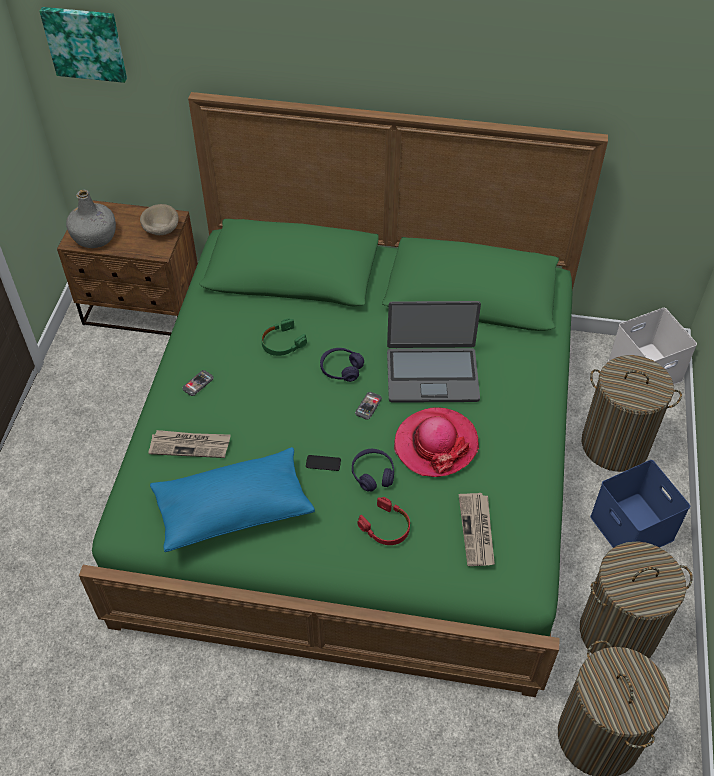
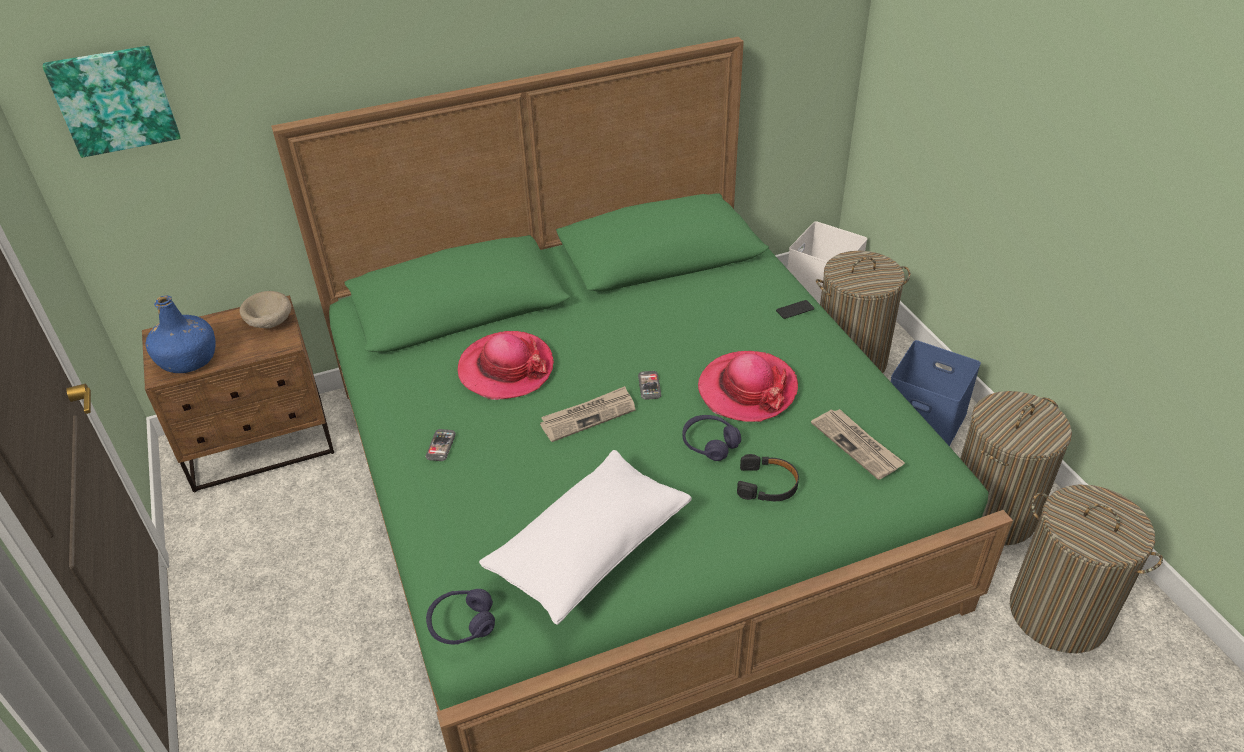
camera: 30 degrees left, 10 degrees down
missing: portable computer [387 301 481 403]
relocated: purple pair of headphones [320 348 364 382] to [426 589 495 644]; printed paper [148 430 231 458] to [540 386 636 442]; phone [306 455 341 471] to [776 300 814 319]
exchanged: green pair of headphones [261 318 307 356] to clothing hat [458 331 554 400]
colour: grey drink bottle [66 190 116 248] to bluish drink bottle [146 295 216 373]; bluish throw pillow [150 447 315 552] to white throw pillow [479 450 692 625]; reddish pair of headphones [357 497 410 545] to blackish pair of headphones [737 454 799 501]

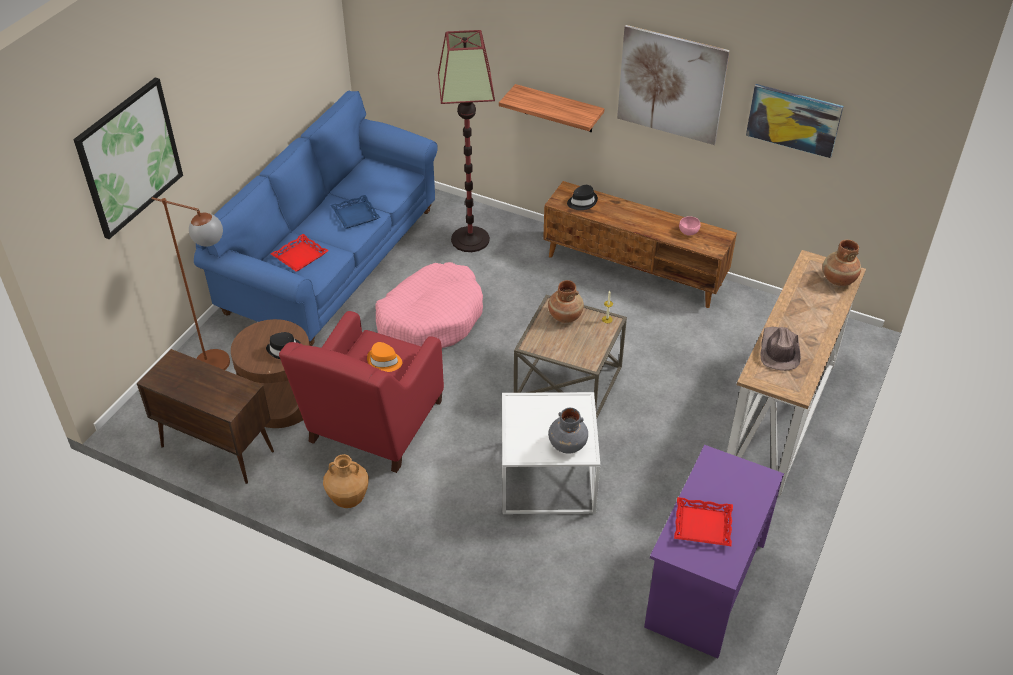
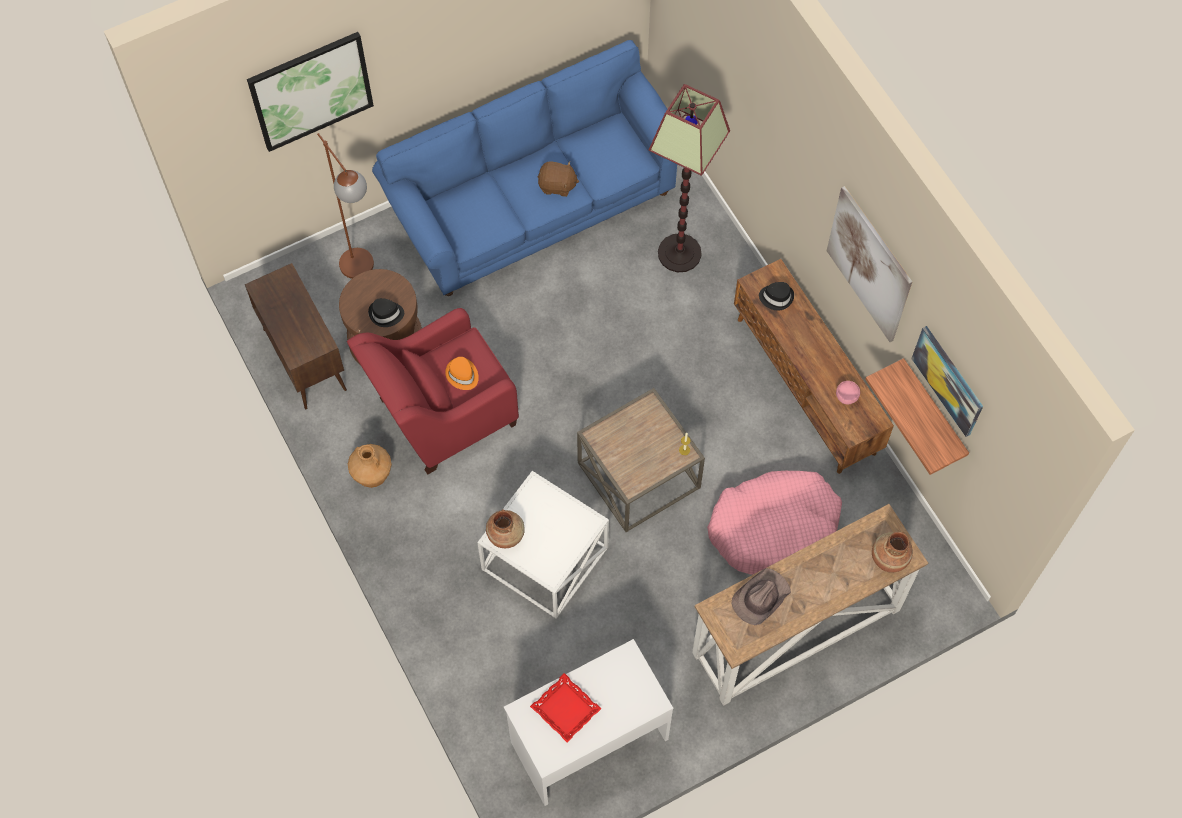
camera: 35 degrees right, 20 degrees up
missing: reddish carrying tray [271 234 329 272]; grey vase [548 408 588 454]
relocated: shelf [499 84 605 132] to [865 358 969 475]; pink-coloured dog cushion [375 262 483 348] to [707 471 842 575]; brown vase [548 280 584 323] to [486 509 525 548]
exchanged: bluish carrying tray [331 195 381 228] to brown soft toy [538 161 579 197]
colour: purple desk [644 445 784 659] to white desk [504 639 673 806]

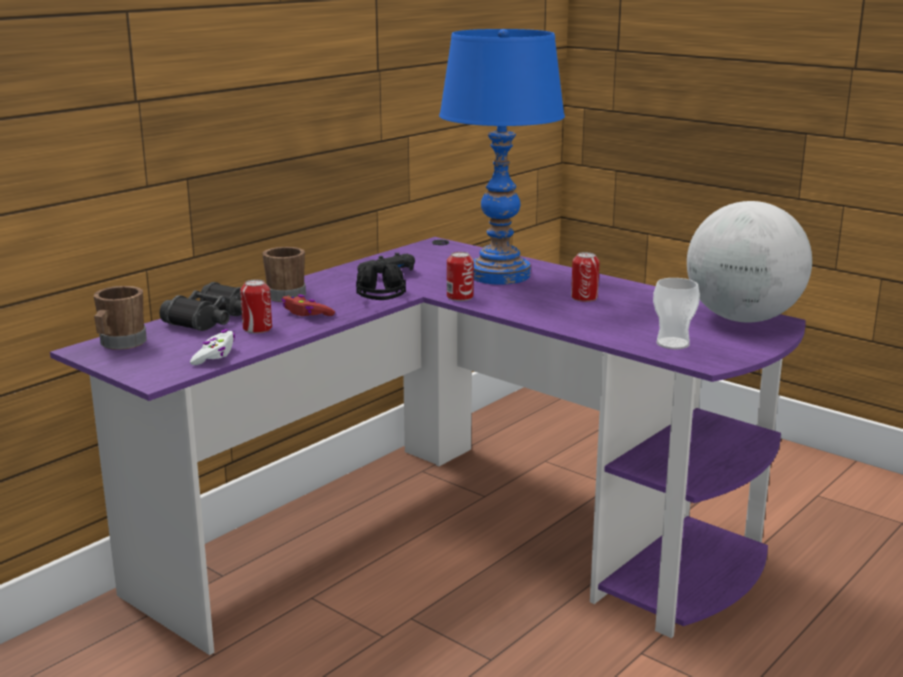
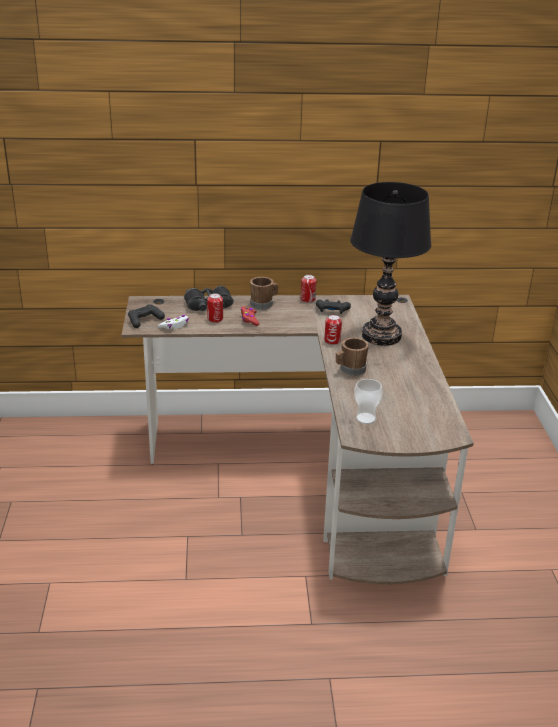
camera: 45 degrees right, 10 degrees up
missing: world globe [687 201 812 323]; blackish pair of headphones [356 264 406 300]
appeared: blackish joypad [128 305 165 328]
relocated: can [571 252 600 302] to [301 275 316 303]; brown mug [94 286 147 350] to [336 338 369 376]
colour: bluish lamp for a table [439 29 565 285] to blackish lamp for a table [350 182 431 346]; purple desk [50 237 806 655] to brown desk [122 295 474 584]

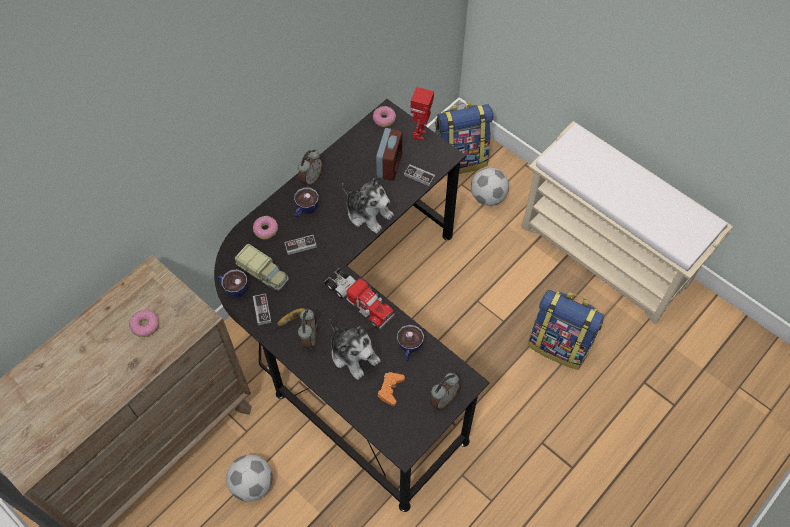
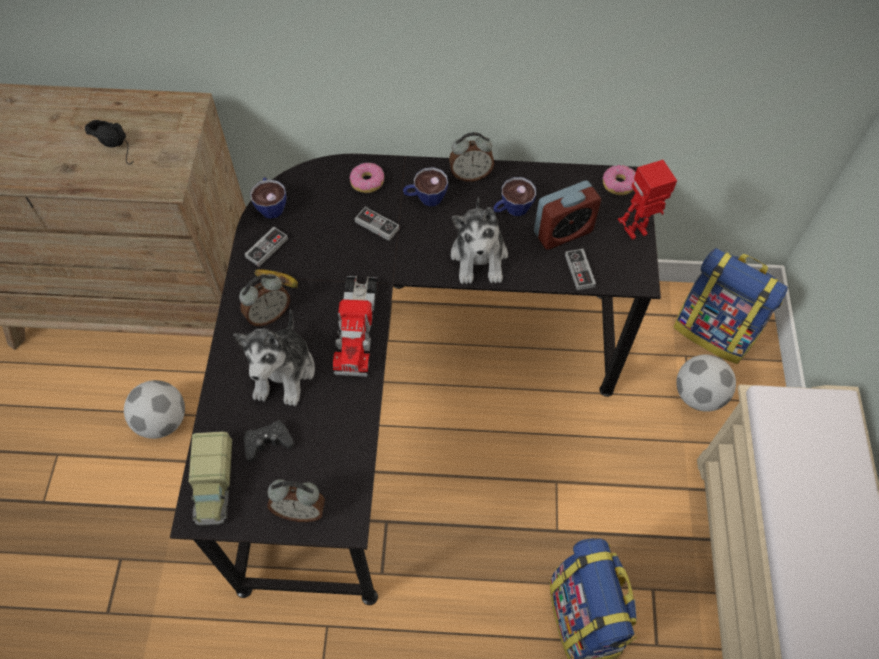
camera: 50 degrees right, 0 degrees up
relocated: toy lorry [235 244 289 291] to [188 431 232 526]; drinking cup [397 325 424 361] to [493 177 536 216]
exchanged: donut [129 310 159 337] to blackish pair of headphones [85 120 133 165]
colour: orange-coloured joypad [378 372 405 406] to blackish joypad [244 420 294 462]

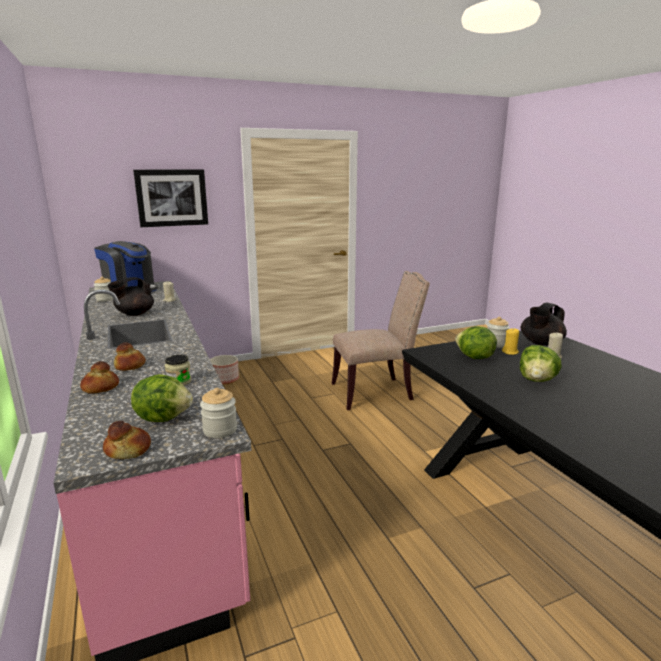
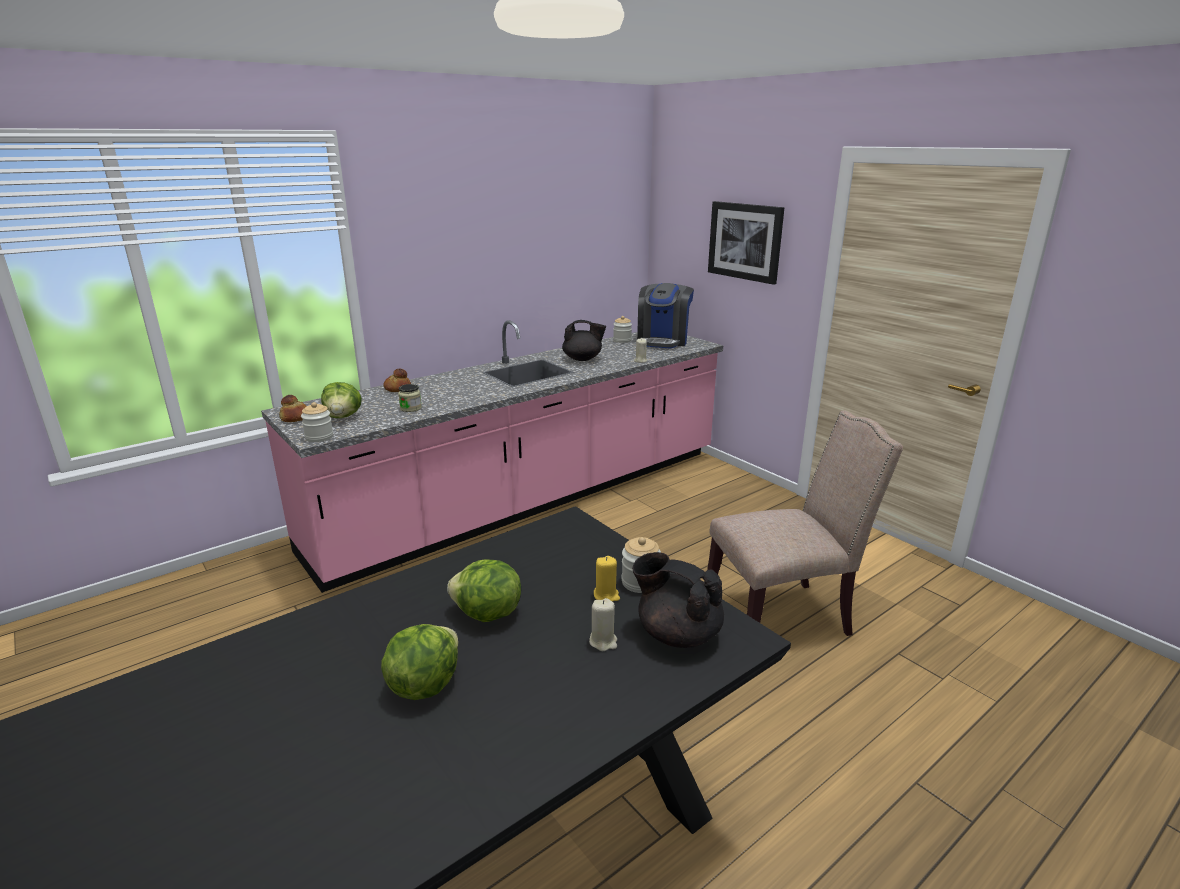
camera: 75 degrees right, 5 degrees up
missing: baked bread [114 342 146 371]; planter [210 355 239 385]
relocated: lettuce [455 326 497 359] to [381 624 458 700]
spun: beige chair [331 271 430 410] = [707 410 903 636] 75 degrees counterclockwise; blackish teapot [108 277 154 316] = [562 320 606 361] 150 degrees clockwise

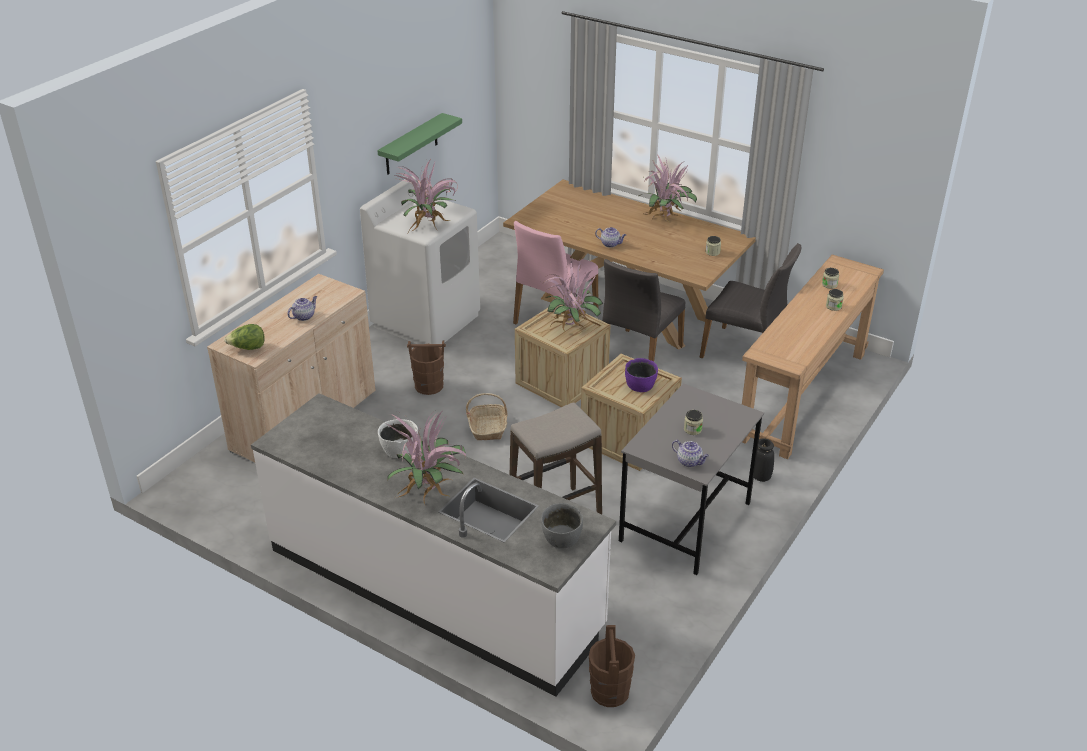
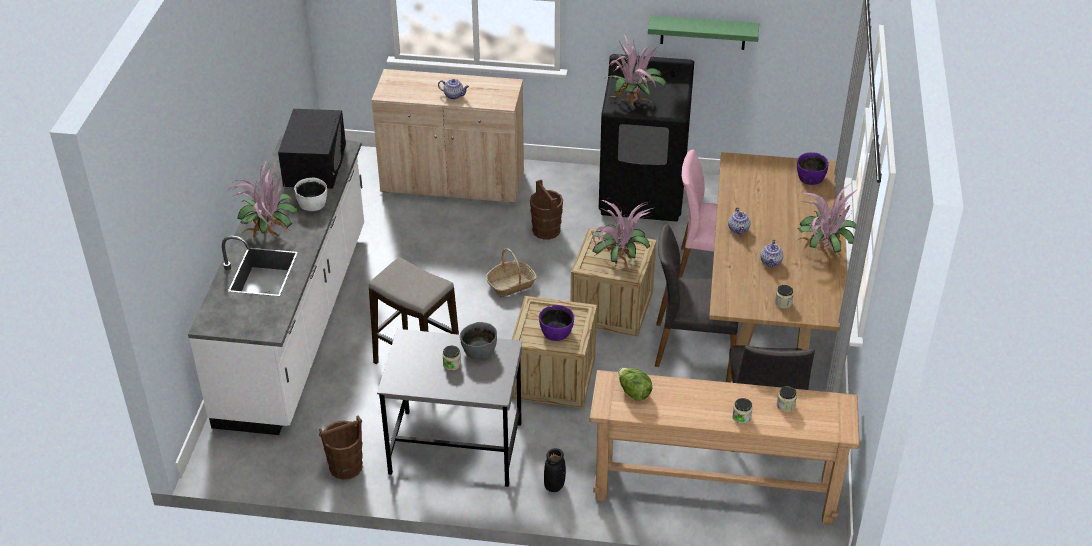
camera: 65 degrees right, 5 degrees up
appeared: blackish microwave [278 109 346 189]; purple serving bowl [797 152 829 185]
relocated: lettuce [224 324 264 350] to [619 368 652 401]; teapot [672 440 709 467] to [760 239 783 267]; grey serving bowl [541 503 583 549] to [460 322 497 360]; brown bucket [589 625 635 707] to [319 415 363 480]
colour: white laundry machine [360 176 480 344] to blackish laundry machine [599 54 694 221]

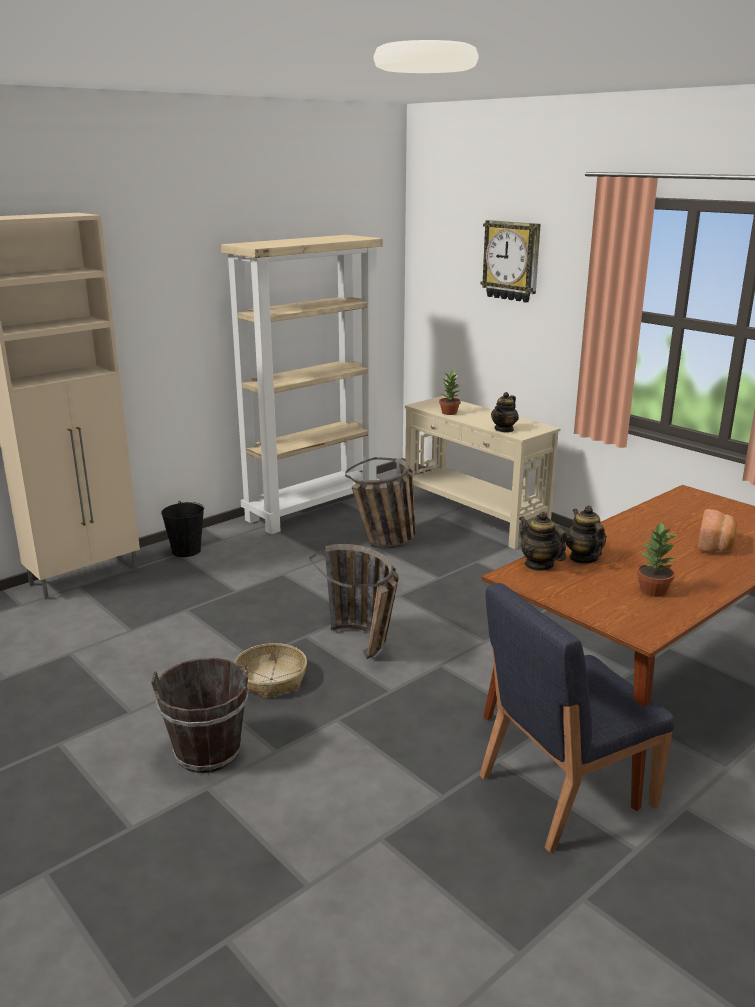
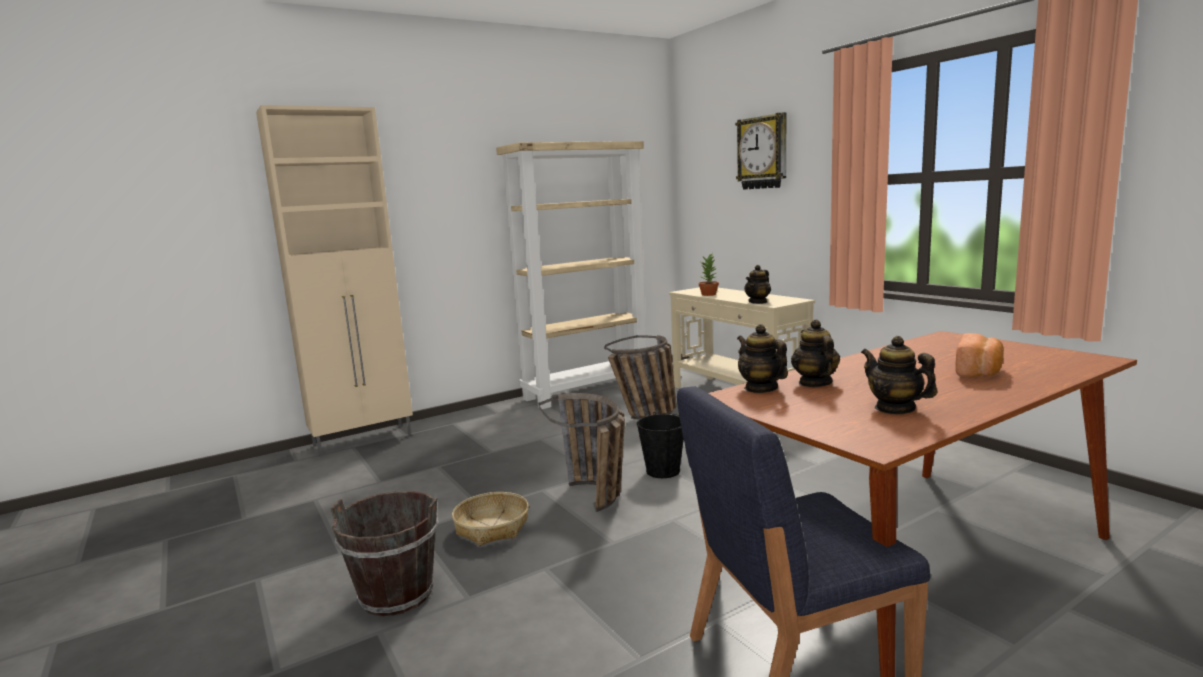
camera: 10 degrees right, 10 degrees down
relocated: blackish bucket [161 501 204 557] to [637 412 684 478]
exchanged: potted plant [637 523 679 597] to teapot [861 336 937 414]

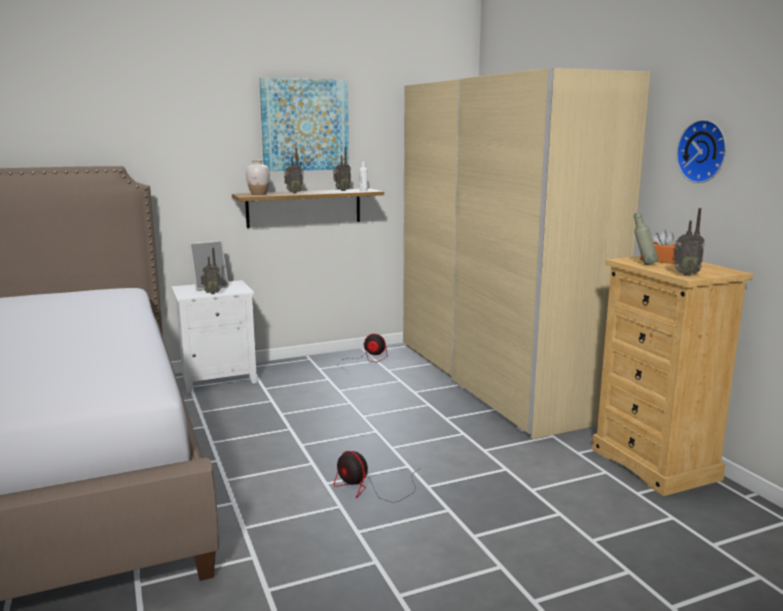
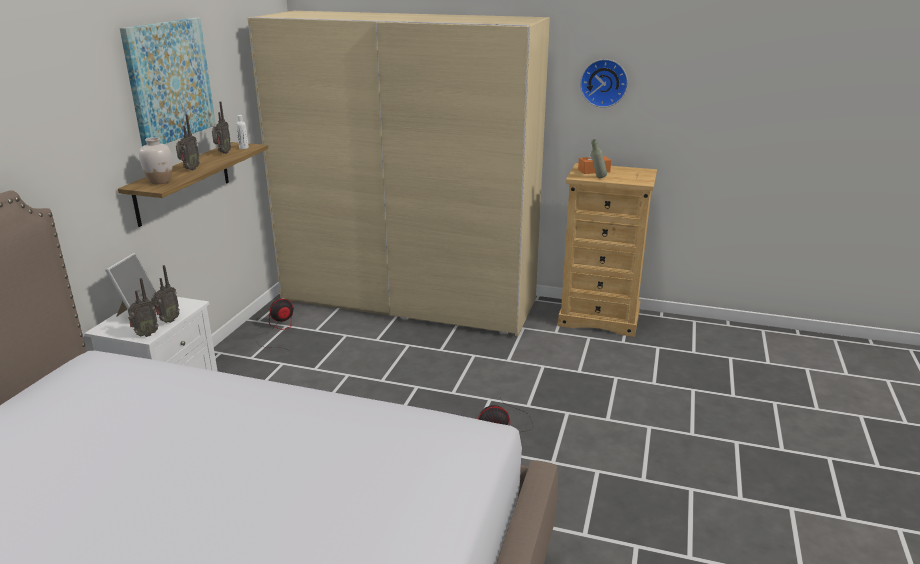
camera: 50 degrees left, 10 degrees up
relocated: radio receiver [672 208 705 276] to [128 278 159 337]

